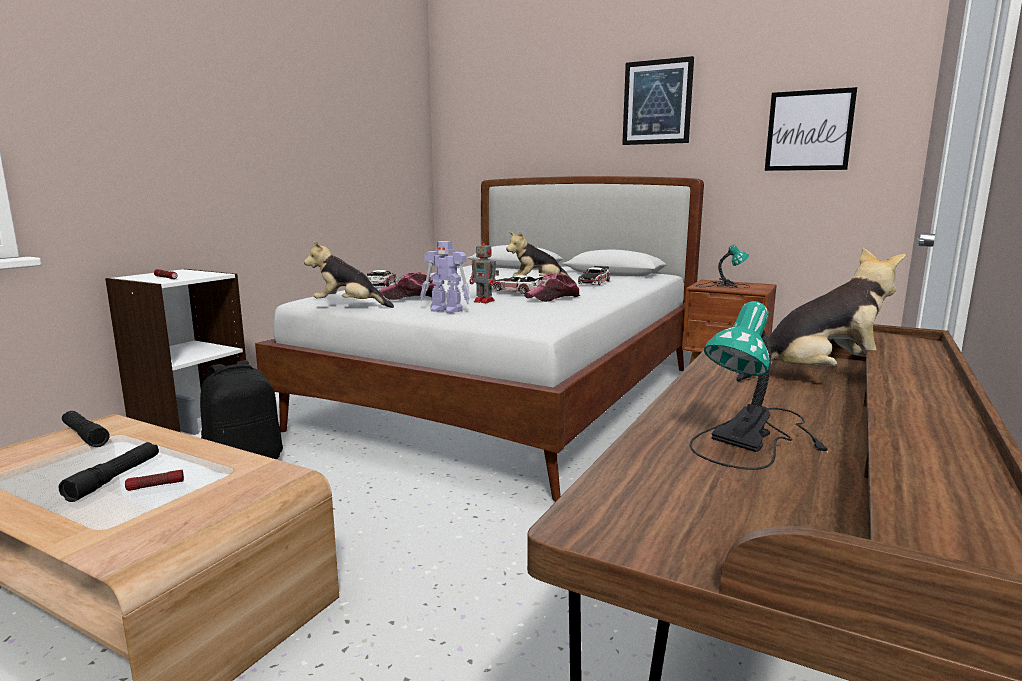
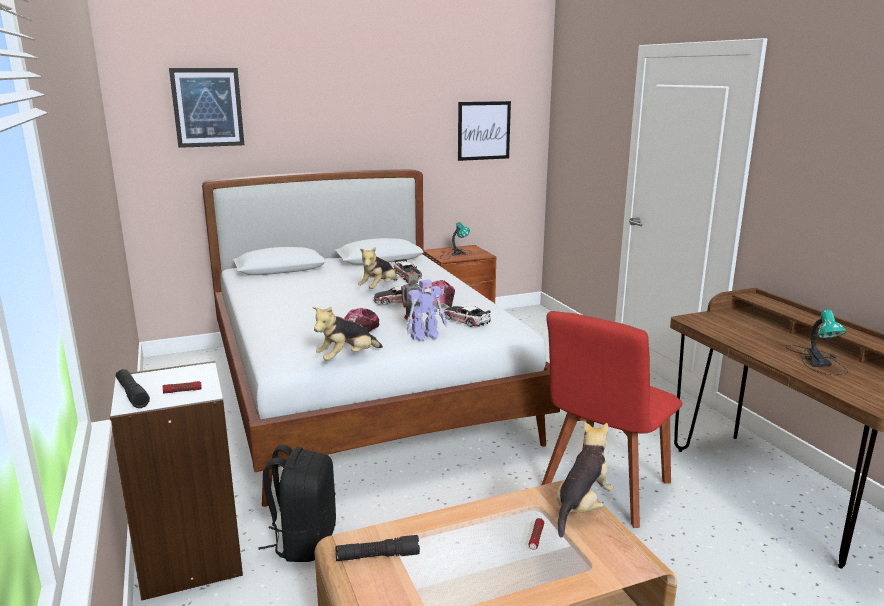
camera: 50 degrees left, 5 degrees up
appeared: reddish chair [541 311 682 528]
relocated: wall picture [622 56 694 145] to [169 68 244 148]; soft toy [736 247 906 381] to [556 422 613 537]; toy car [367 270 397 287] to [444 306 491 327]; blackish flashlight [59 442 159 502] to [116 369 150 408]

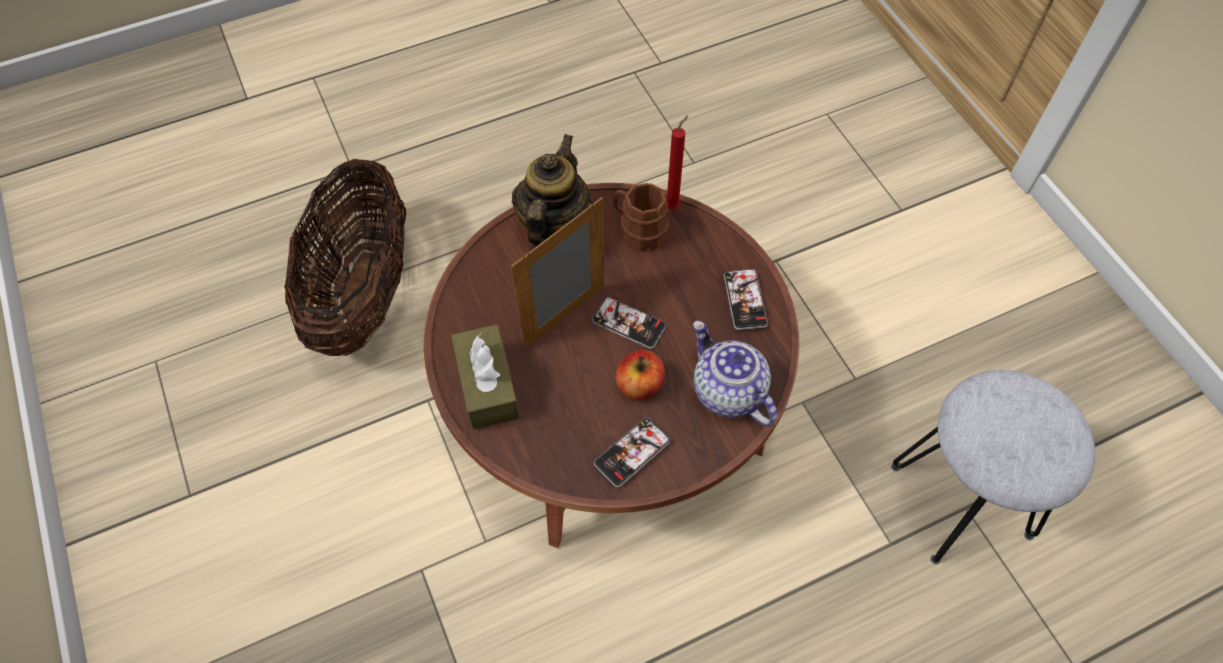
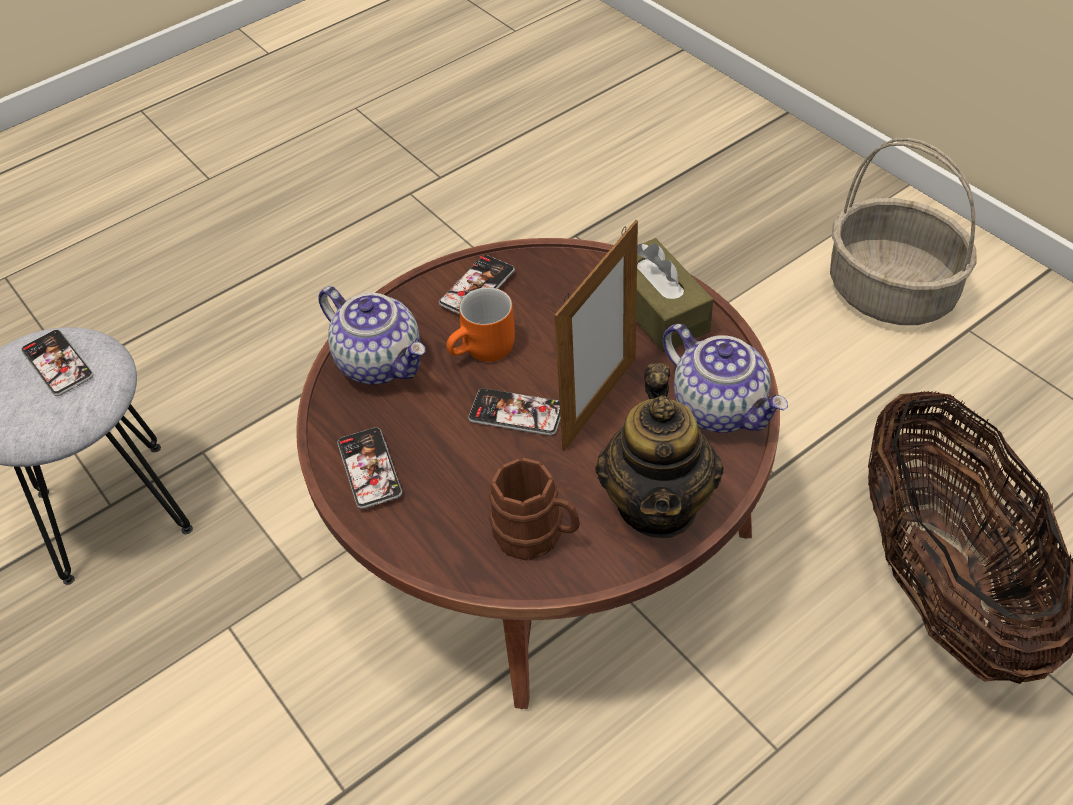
camera: 170 degrees right, 10 degrees down
missing: reddish wax candle [667 115 689 209]
appeared: basket [830 138 977 325]; teapot [663 324 788 433]; phone [21 330 93 396]
exchanged: apple fruit [616 350 665 399] to orange-coloured mug [446 287 515 362]

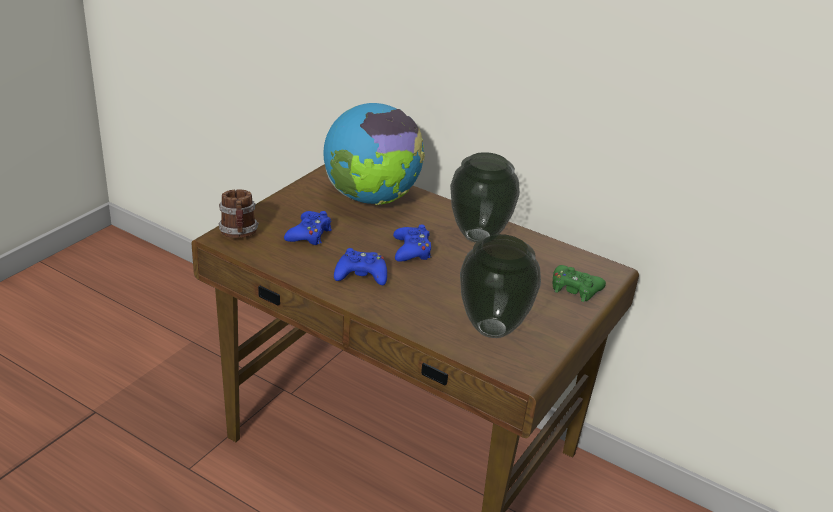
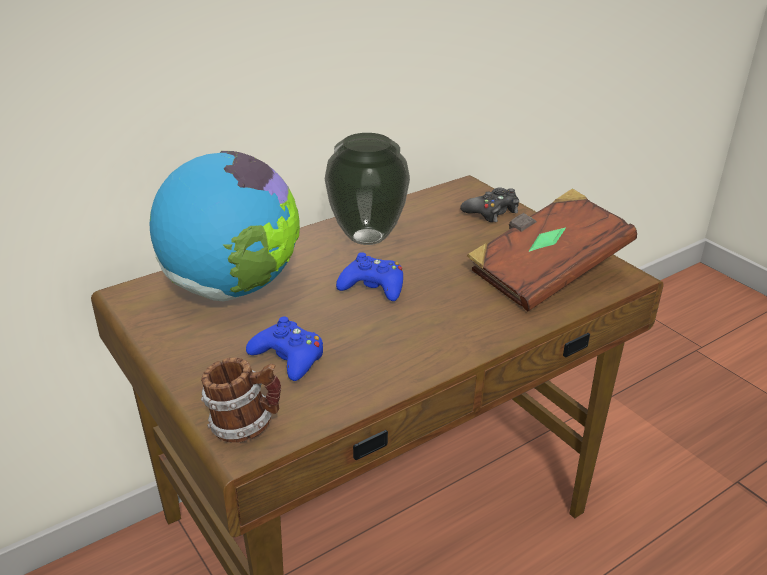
camera: 65 degrees left, 0 degrees up
missing: bluish joypad [334 248 387 285]
exchanged: vase [460 234 541 338] to brown book [467 188 637 312]
colour: green joypad [553 265 606 302] to blackish joypad [460 188 519 222]

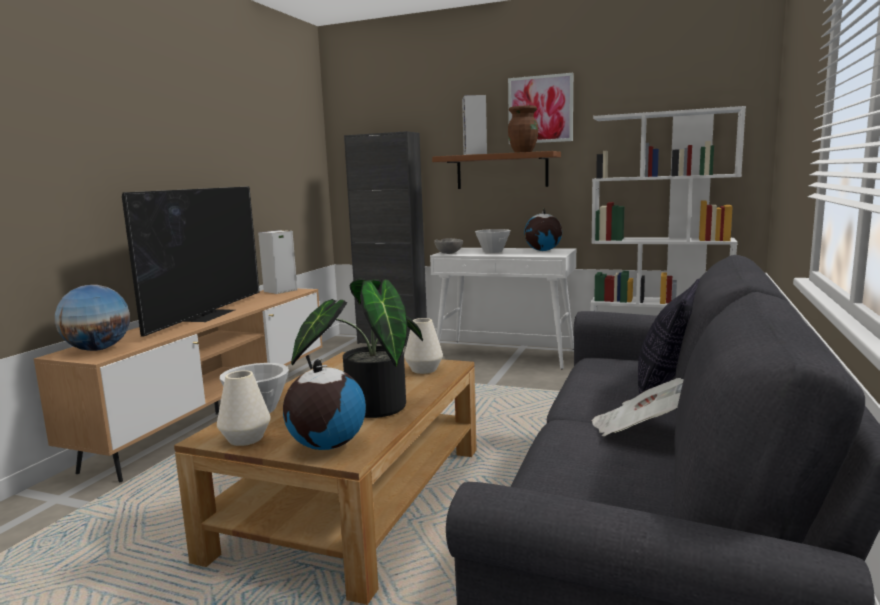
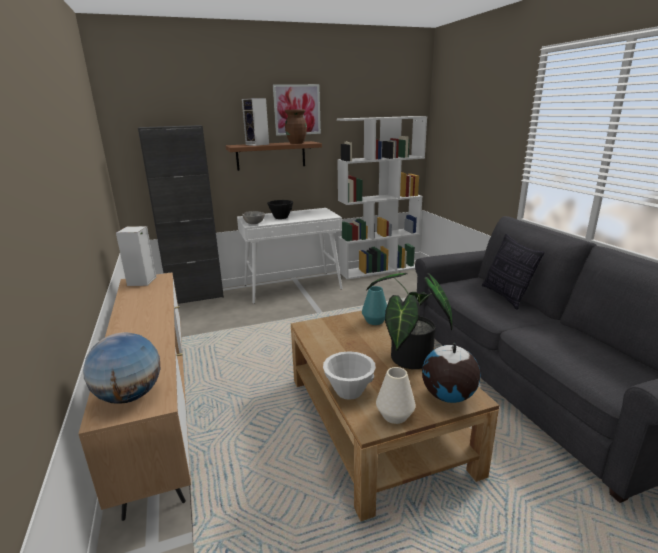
camera: 40 degrees left, 10 degrees up
missing: television [122 186 260 337]; world globe [524 208 562 251]; printed paper [592 378 684 436]
colour: white serving bowl [475 229 511 253] to blackish serving bowl [267 200 293 219]; white vase [404 318 443 374] to turquoise-coloured vase [362 286 387 325]

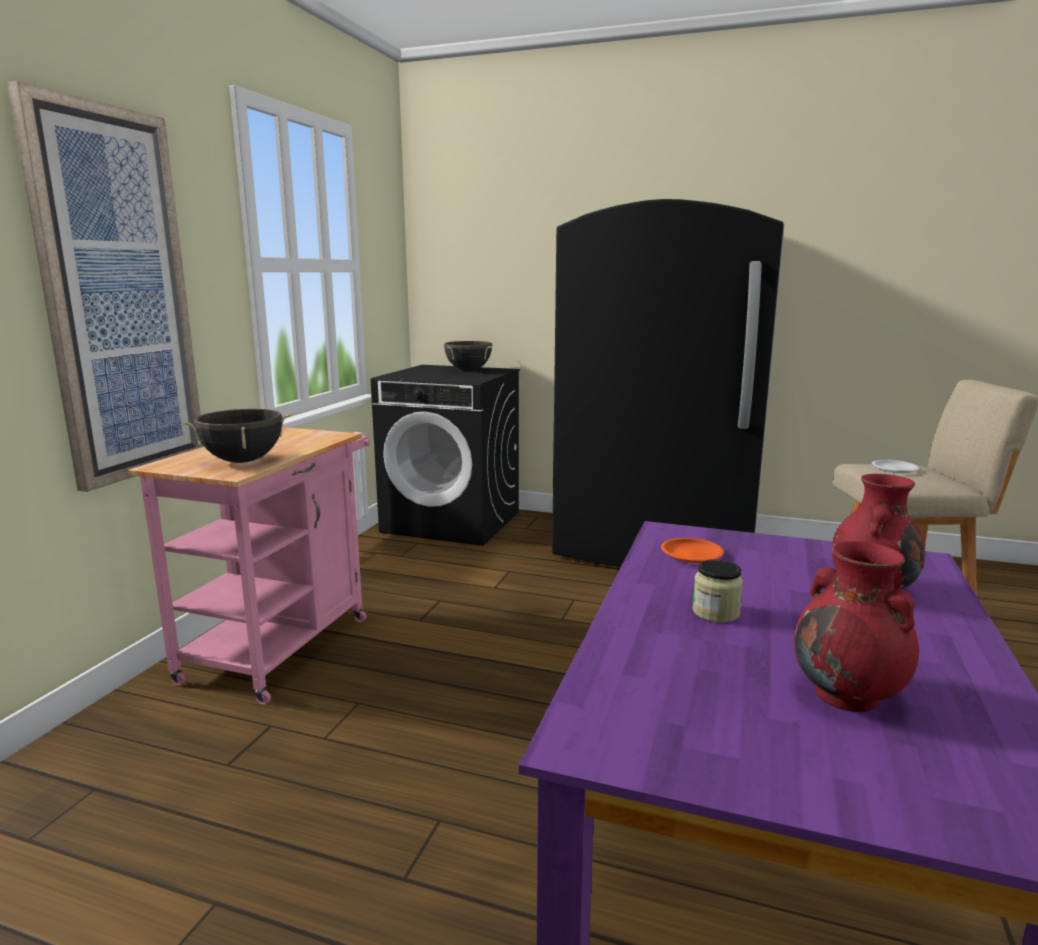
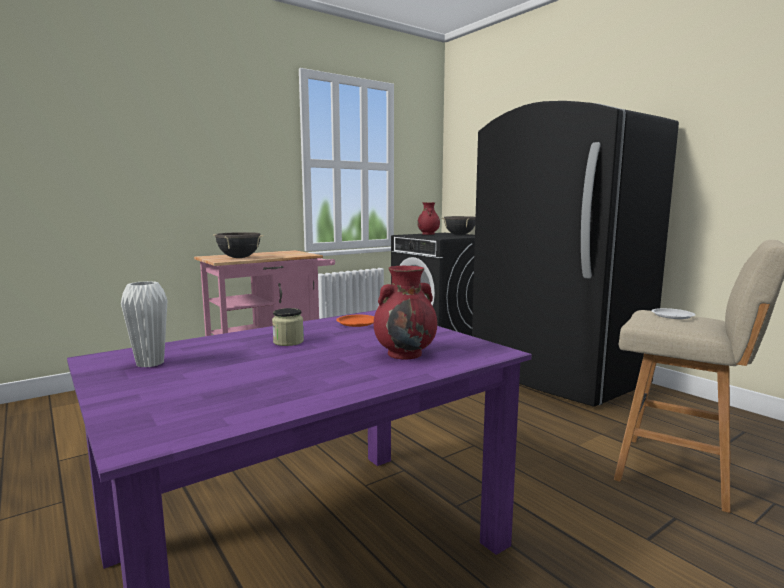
camera: 35 degrees right, 5 degrees down
missing: wall picture [7 81 204 492]
appeared: white vase [121 281 168 368]
relocated: reddish vase [794 541 919 712] to [417 202 440 235]

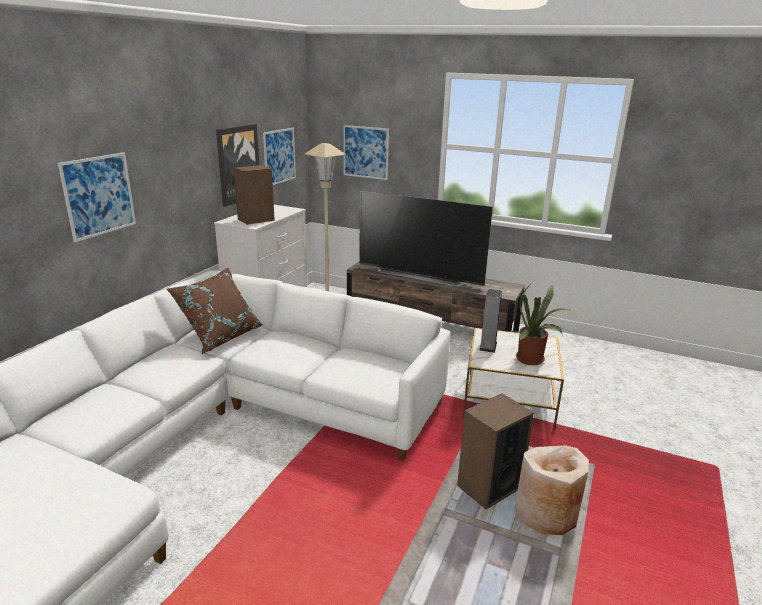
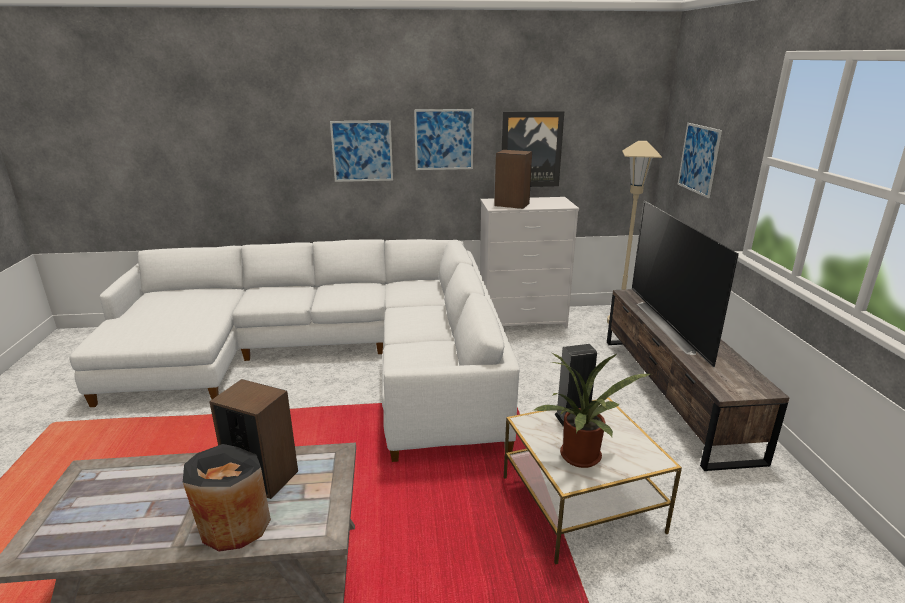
camera: 60 degrees right, 0 degrees up
missing: brown throw pillow [166 267 263 354]
relocated: wall picture [263 128 296 185] to [414 109 474 170]
colour: beige vase [514 445 589 535] to blackish vase [183 444 271 552]

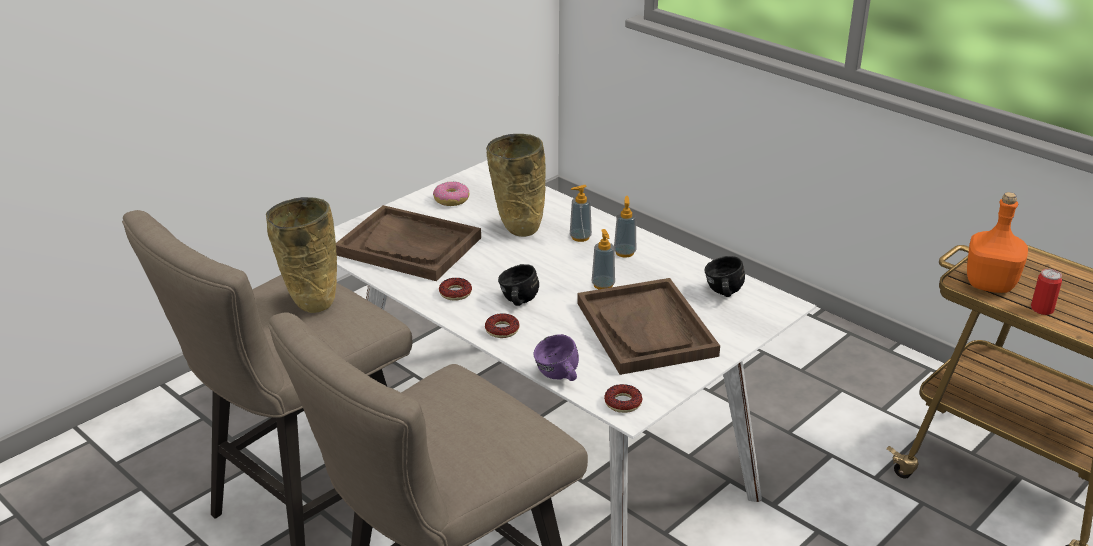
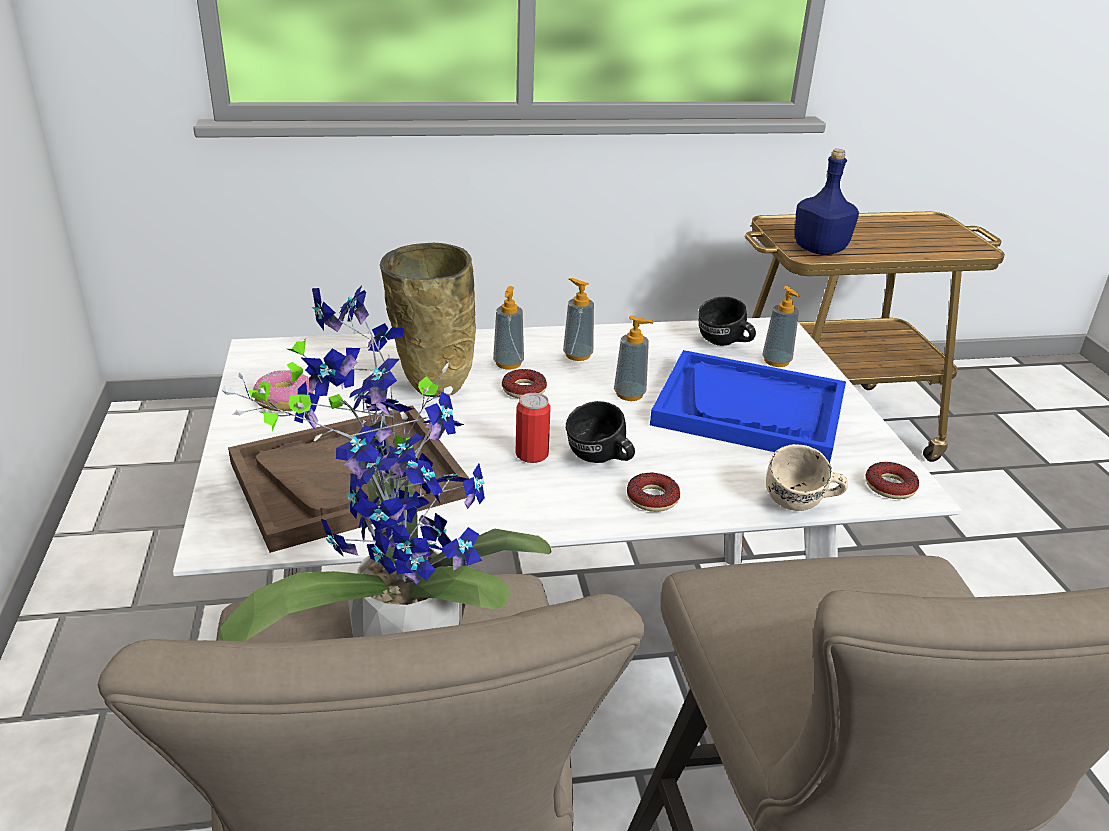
camera: 55 degrees left, 0 degrees up
appeared: soap dispenser [762 286 799 367]
relocated: can [1031 269 1062 315] to [515 393 551 463]; donut [439 278 472 301] to [502 369 547 399]
exchanged: beige vase [266 197 337 313] to potted plant [219 286 552 642]
colour: orange-coloured drink bottle [967 192 1028 293] to bluish drink bottle [795 149 859 255]; brown carrying tray [577 278 720 375] to bluish carrying tray [650 350 846 463]; purple mug [534 334 579 381] to beige mug [766 444 848 511]

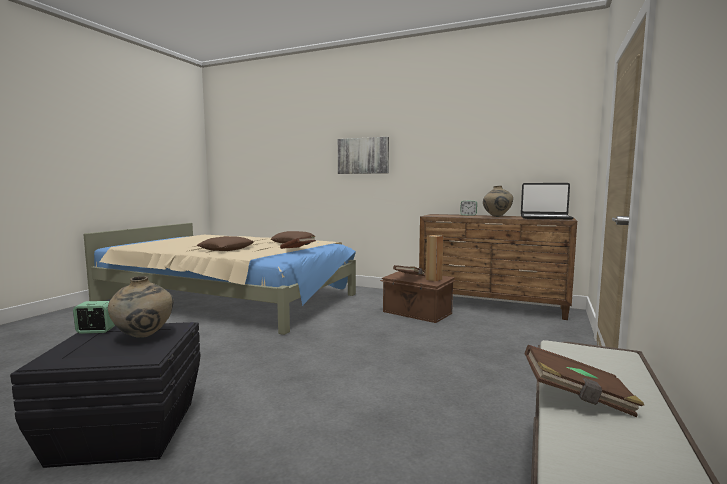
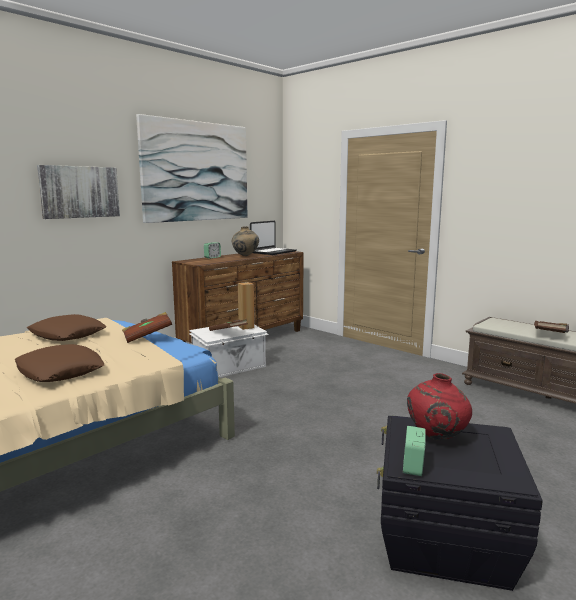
camera: 70 degrees left, 5 degrees up
appeared: wall picture [136 114 247 223]
colour: brown storage bin [380 271 455 323] to white storage bin [189 325 269 377]; beige vase [108 276 174 338] to reddish vase [407 373 472 440]

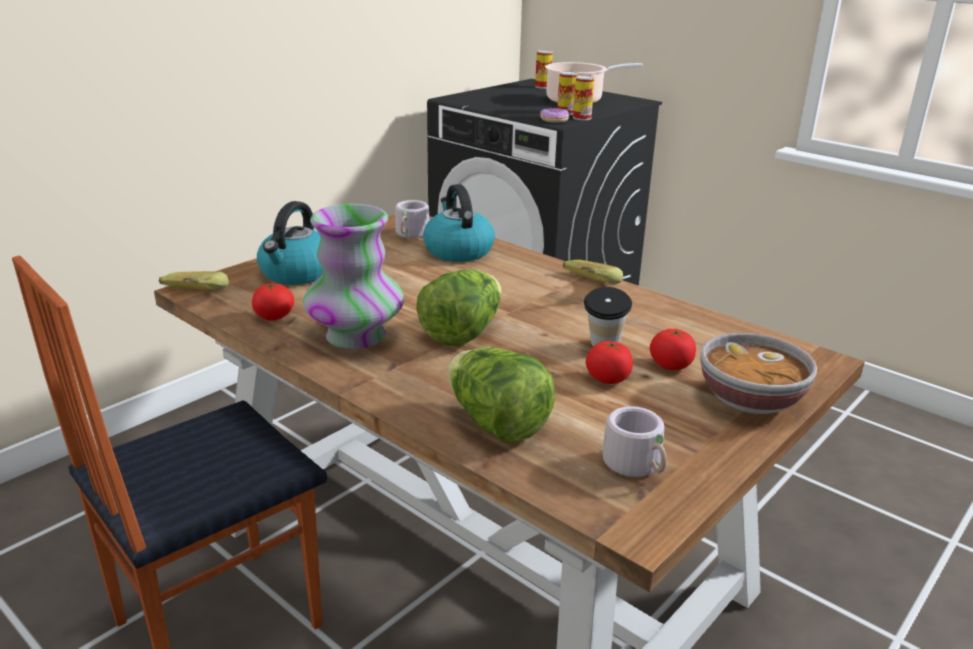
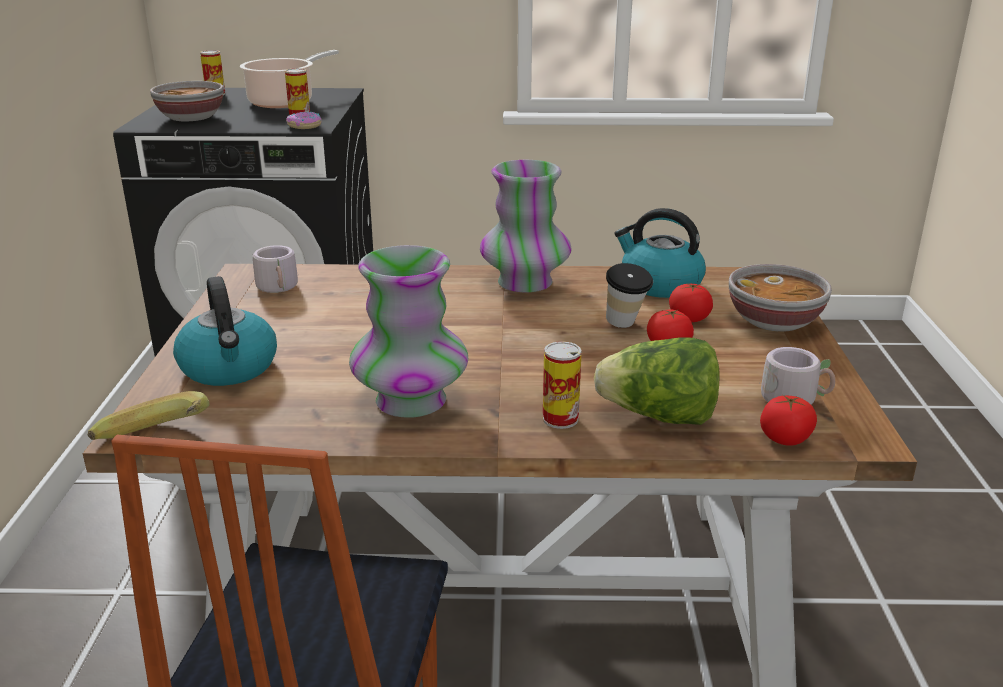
camera: 40 degrees left, 0 degrees up
missing: lettuce [416 269 502 346]
appeared: serving bowl [150 81 224 121]
relocated: can [573 75 595 120] to [543 341 582 429]; kettle [423 184 495 262] to [614 208 706 298]; tomato [252 283 294 321] to [760 395 817 446]
exchanged: banana [563 260 623 284] to vase [480 160 572 292]

